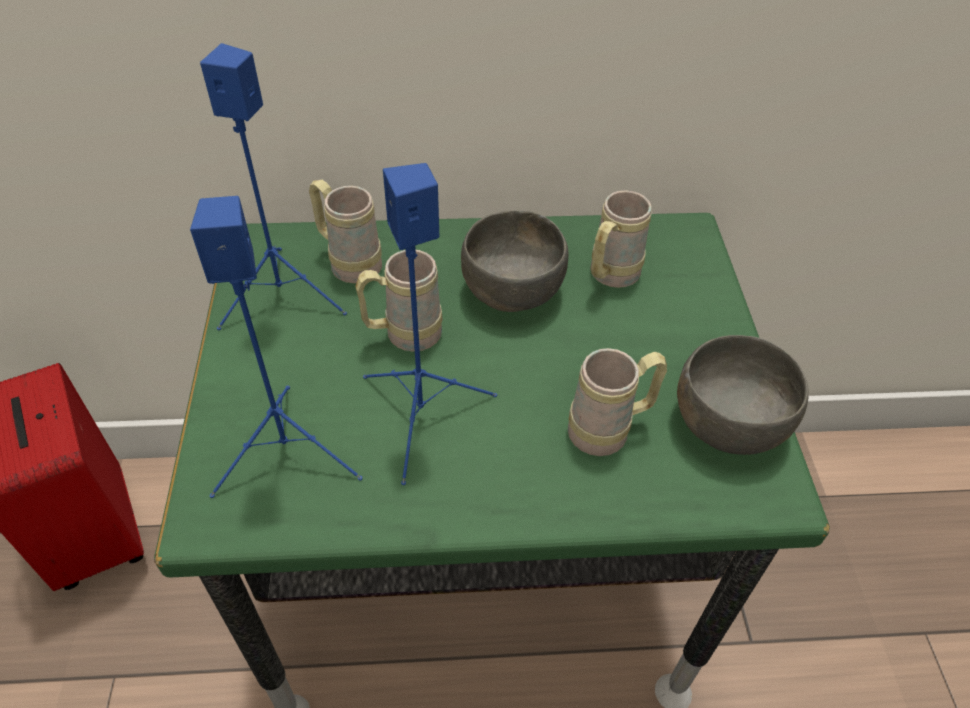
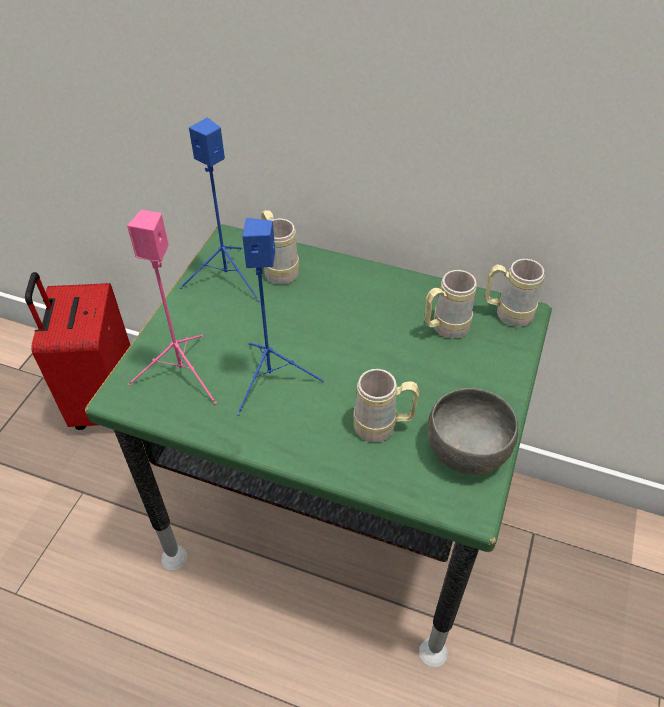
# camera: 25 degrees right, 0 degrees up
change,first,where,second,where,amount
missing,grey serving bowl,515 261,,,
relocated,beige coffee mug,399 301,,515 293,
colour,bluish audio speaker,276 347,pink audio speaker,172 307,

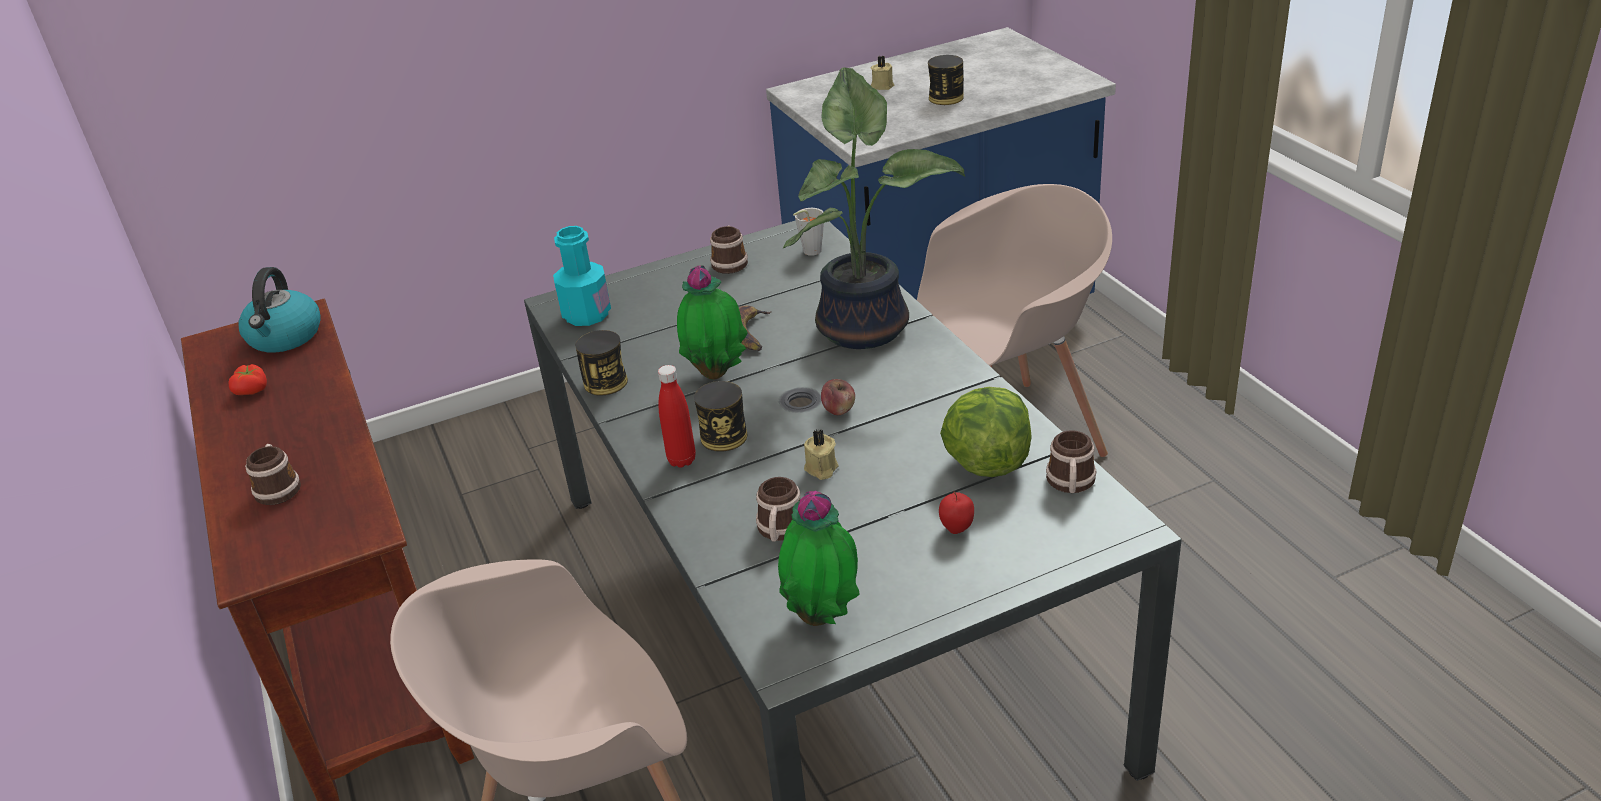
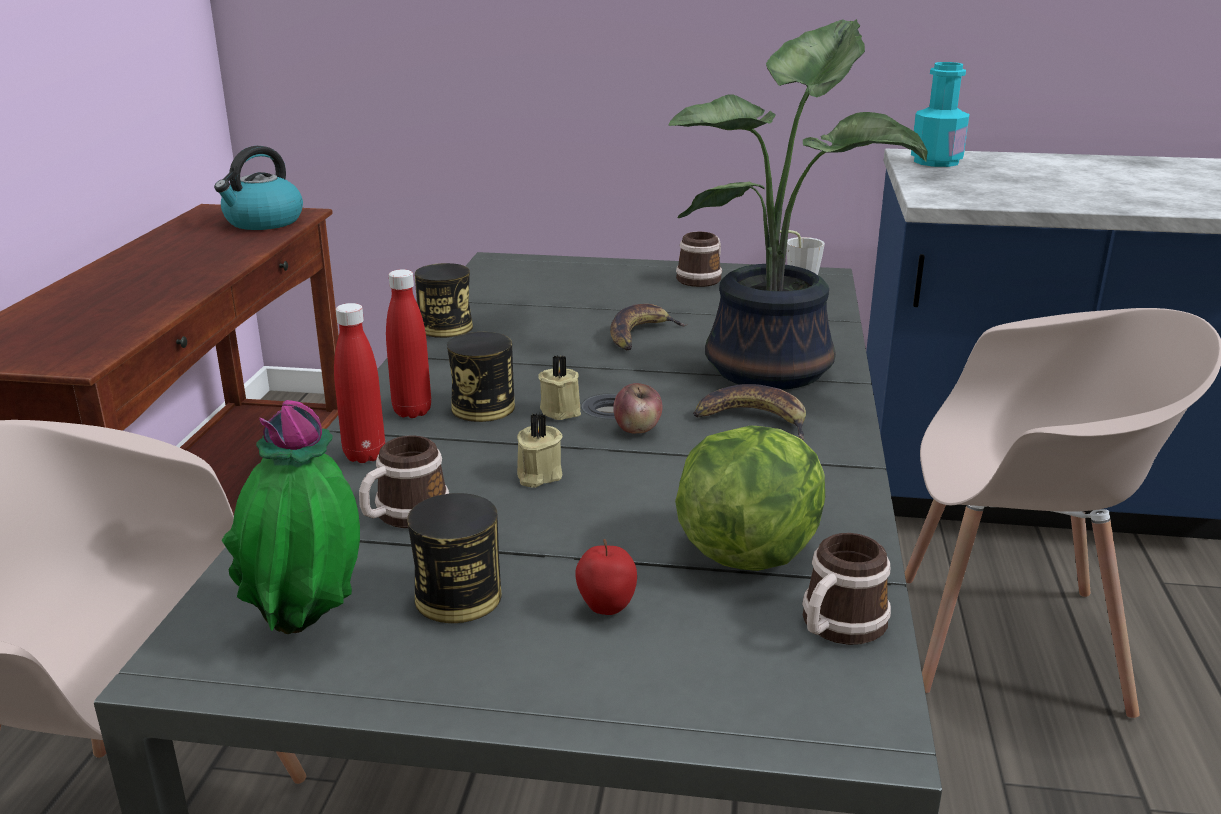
# camera: 30 degrees right, 10 degrees down
change,first,where,second,where,amount
missing,whole tomato,247 379,,,
missing,coffee mug,273 474,,,
missing,potted plant,712 322,,,
appeared,,,red-coloured bottle,359 383,
appeared,,,banana,749 412,
relocated,turquoise-coloured bottle,582 276,,940 114,
relocated,beige wax candle,882 73,,559 387,
relocated,sealed can,946 80,,454 558,

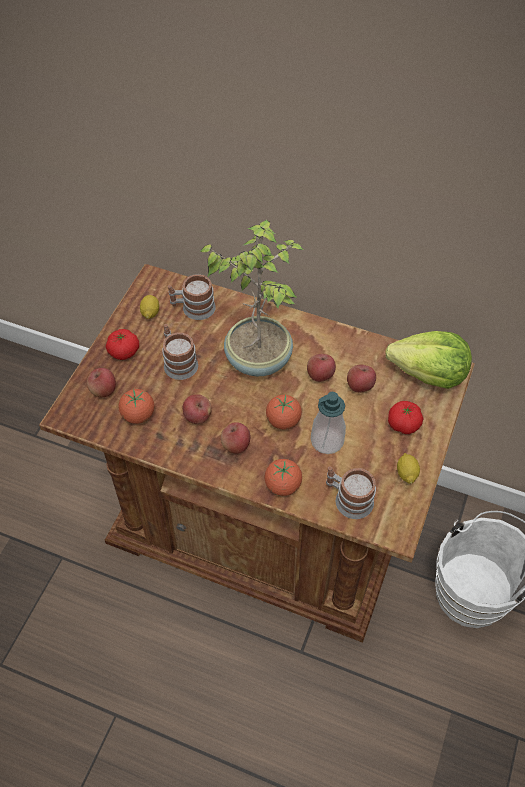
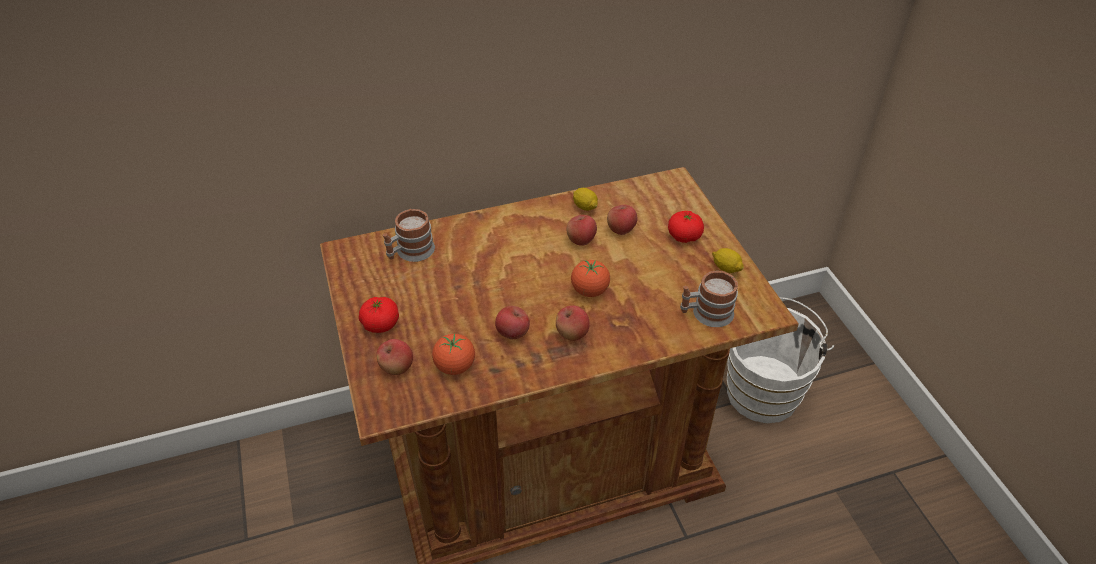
# camera: 40 degrees left, 10 degrees down
change,first,where,second,where,amount
missing,coffee mug,180 352,,,
missing,potted plant,252 297,,,
missing,whole tomato,283 477,,,
missing,soap dispenser,328 423,,,
missing,lettuce,428 360,,,
relocated,citrus fruit,149 307,,585 199,

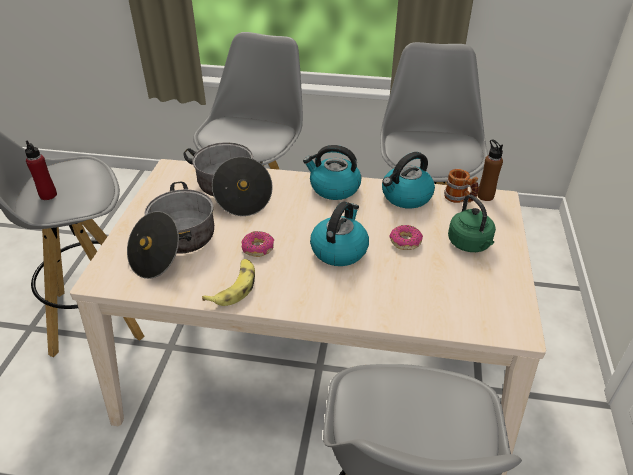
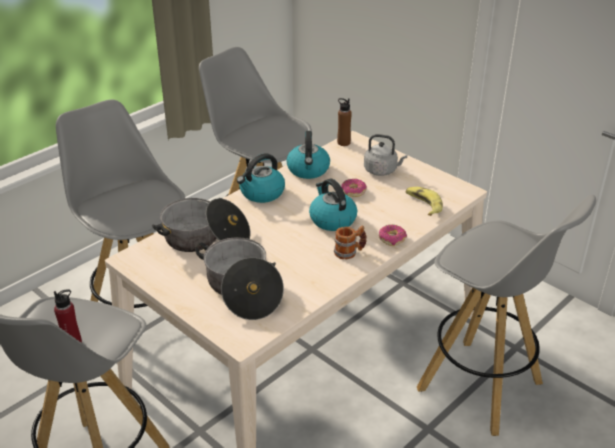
# camera: 55 degrees left, 5 degrees down
change,first,where,second,where,amount
relocated,banana,228 282,,424 201,
relocated,doughnut,257 244,,393 235,
relocated,coffee mug,461 186,,350 243,
colour,green water kettle,472 223,grey water kettle,385 155,

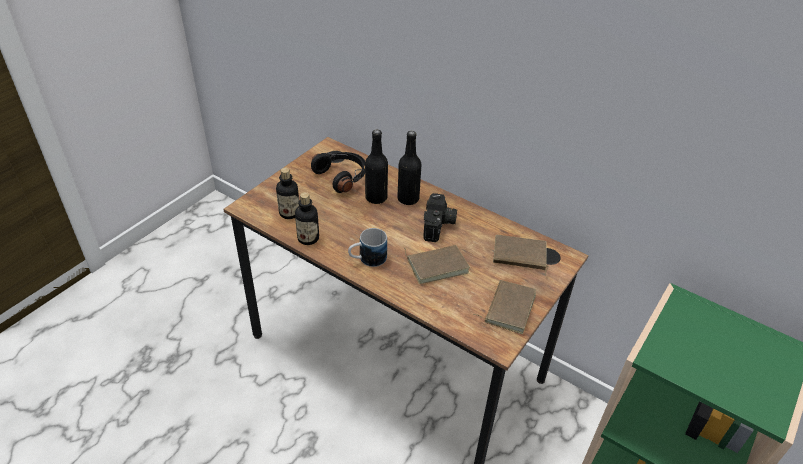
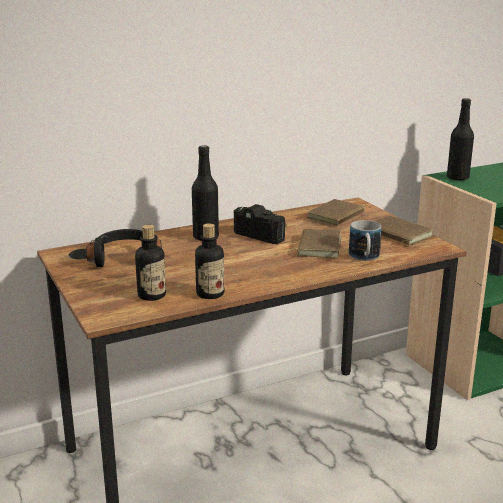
# camera: 60 degrees left, 20 degrees down
change,first,where,second,where,amount
relocated,coffee mug,367 247,,365 240,
relocated,black bottle,376 167,,460 139,

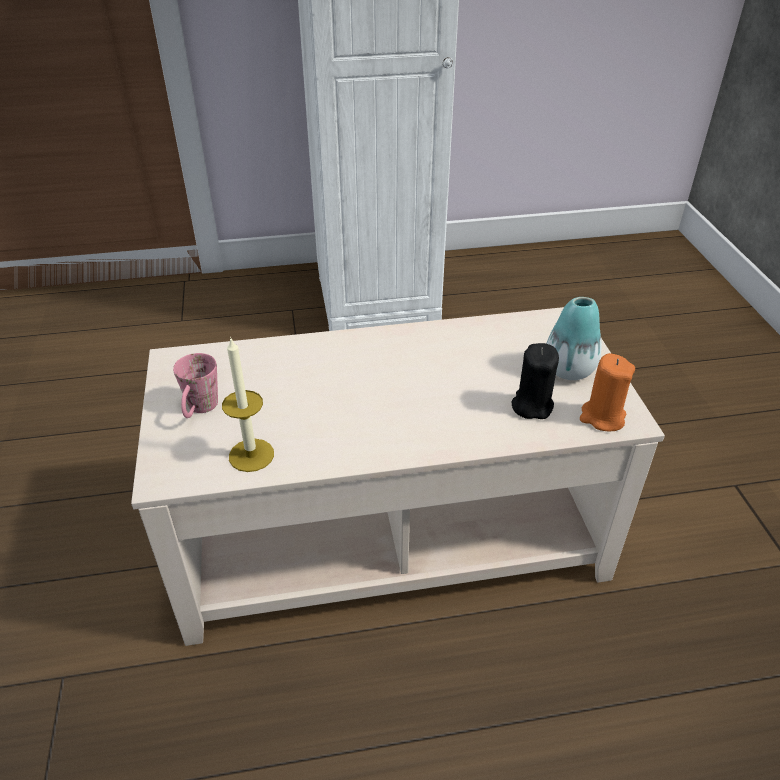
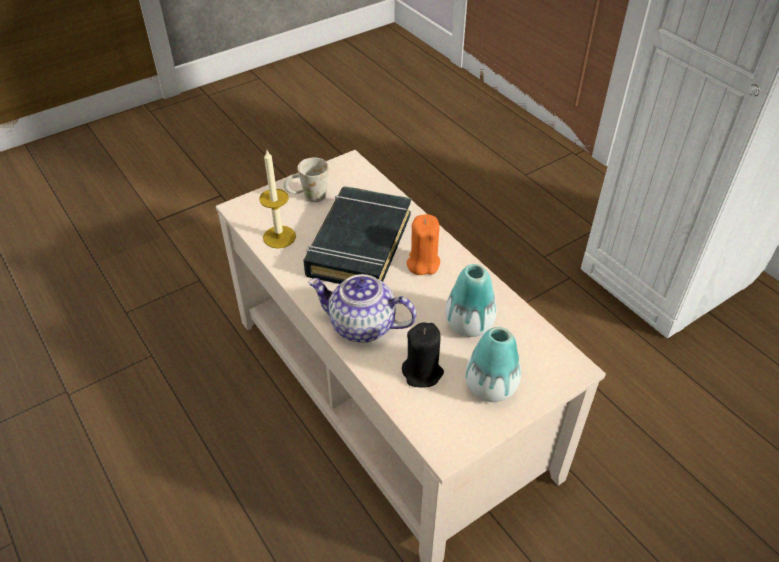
# camera: 65 degrees right, 5 degrees up
change,first,where,second,where,amount
appeared,,,black book,357 235,
appeared,,,tea pot,362 308,
appeared,,,vase,471 300,
relocated,orangey wax candle,607 392,,423 244,
colour,pink coffee mug,195 385,white coffee mug,306 179,

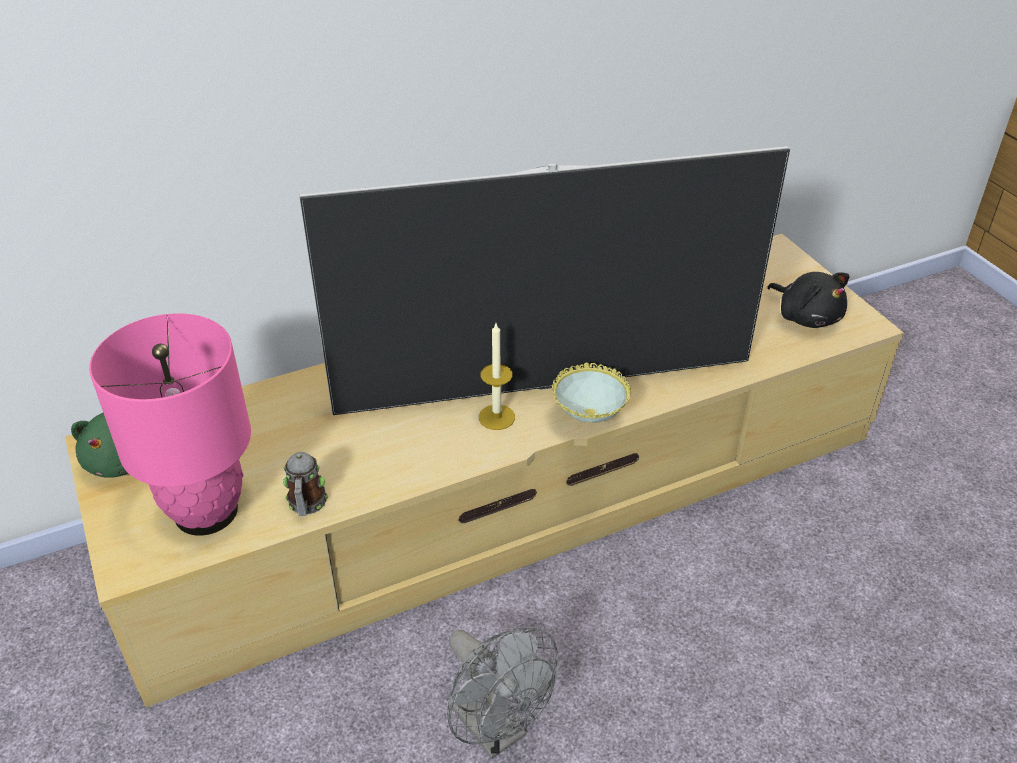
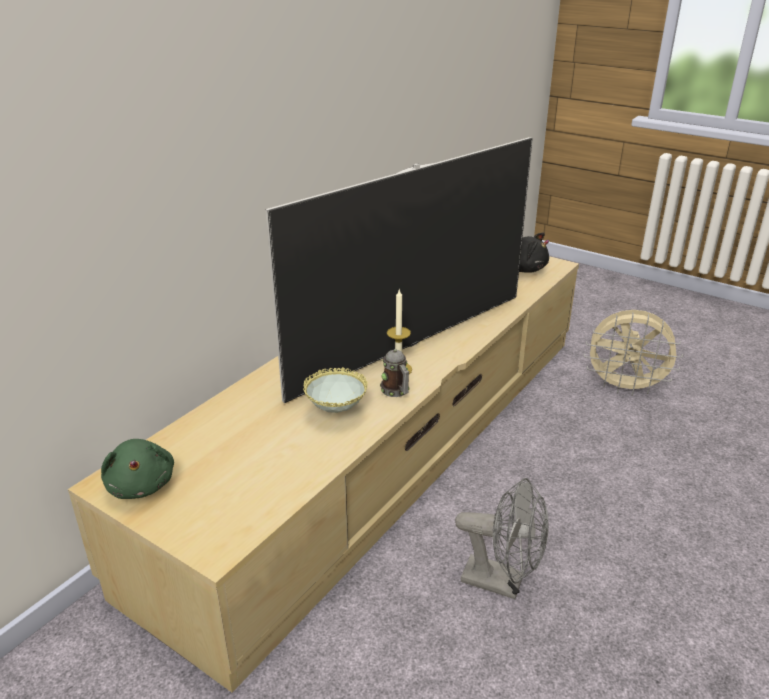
# camera: 30 degrees left, 10 degrees down
change,first,where,second,where,amount
missing,pink lamp for a table,170 424,,,
appeared,,,beige cooling fan,633 353,
relocated,coffee mug,305 484,,395 373,
relocated,serving bowl,591 392,,335 390,

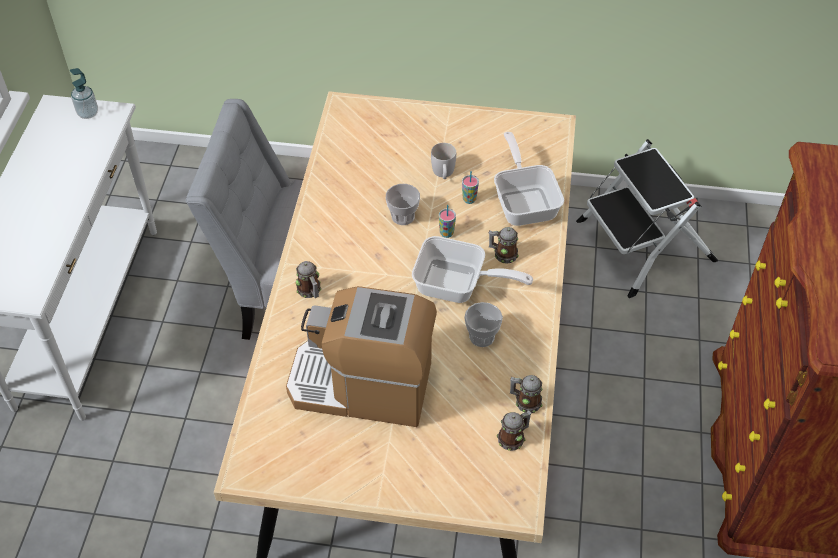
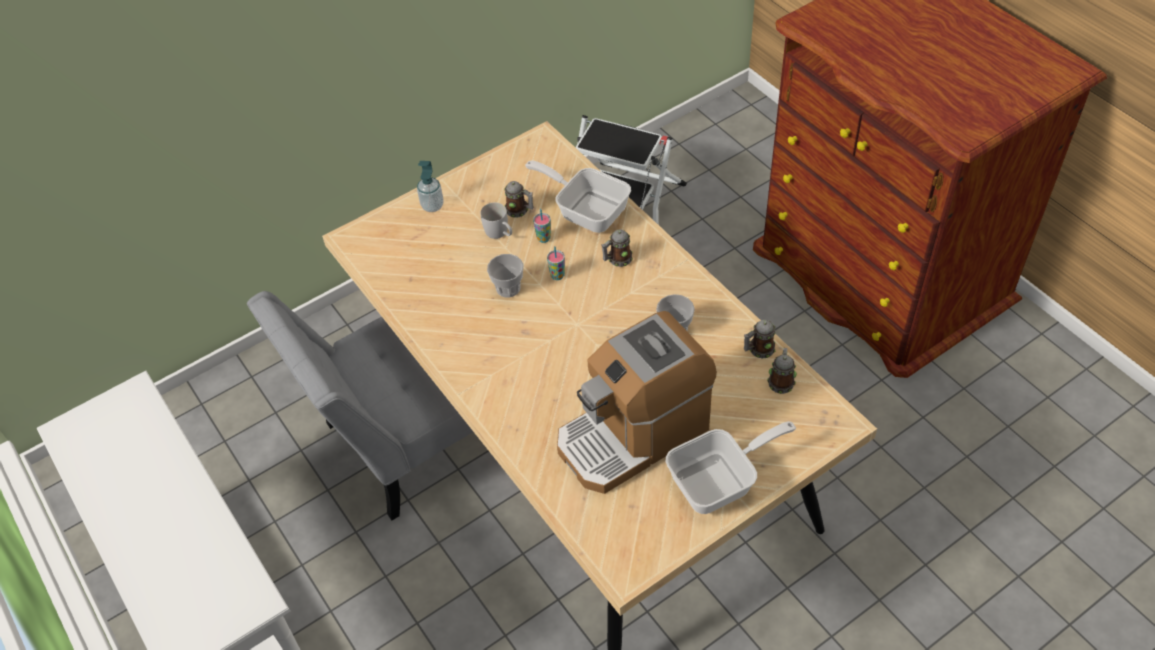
# camera: 40 degrees left, 0 degrees up
change,first,where,second,where,amount
relocated,soap dispenser,84 93,,430 186,
relocated,coffee mug,308 279,,518 199,
relocated,pan,472 269,,731 467,

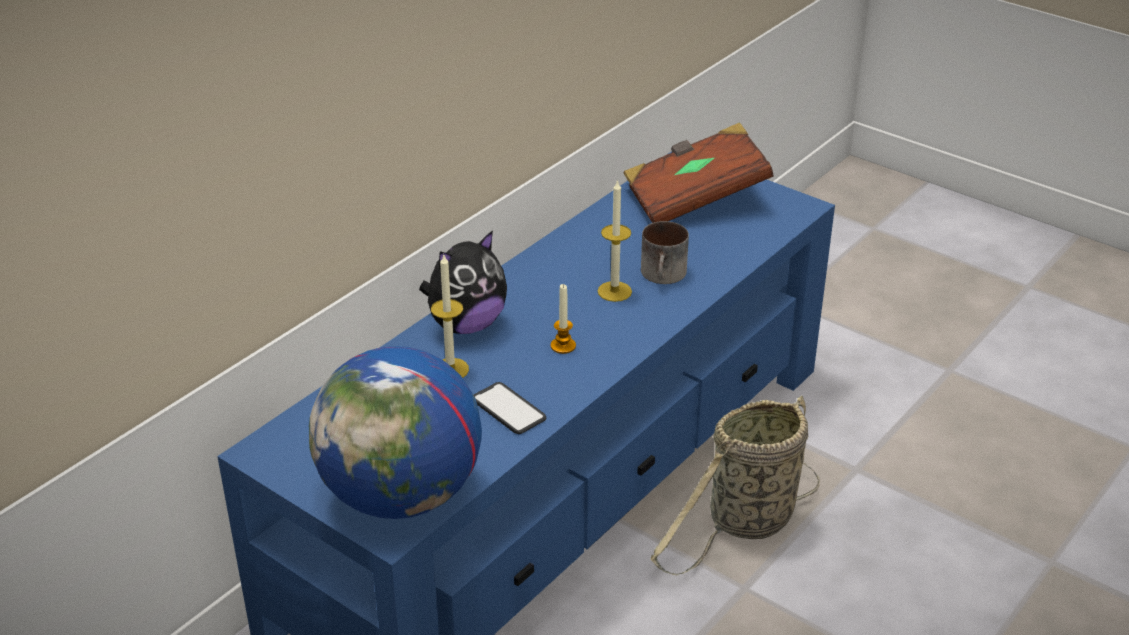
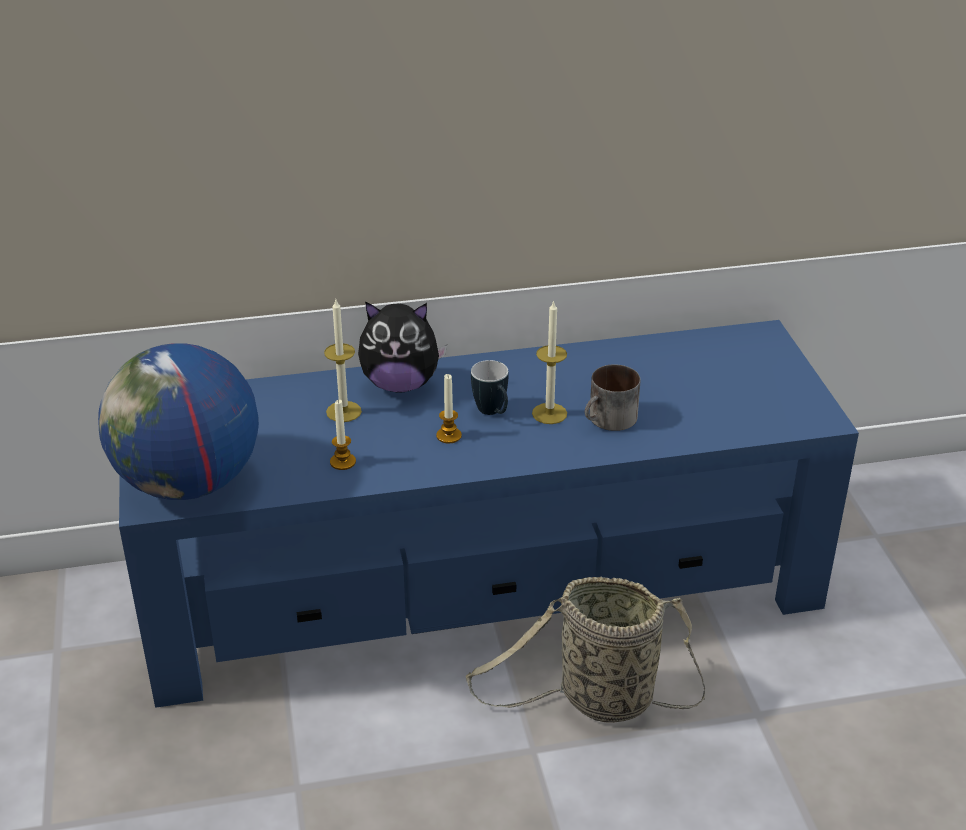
# camera: 40 degrees right, 0 degrees up
change,first,where,second,where,amount
missing,brown book,699 172,,,
appeared,,,coffee mug,489 387,
exchanged,phone,510 408,wax candle,343 435,

